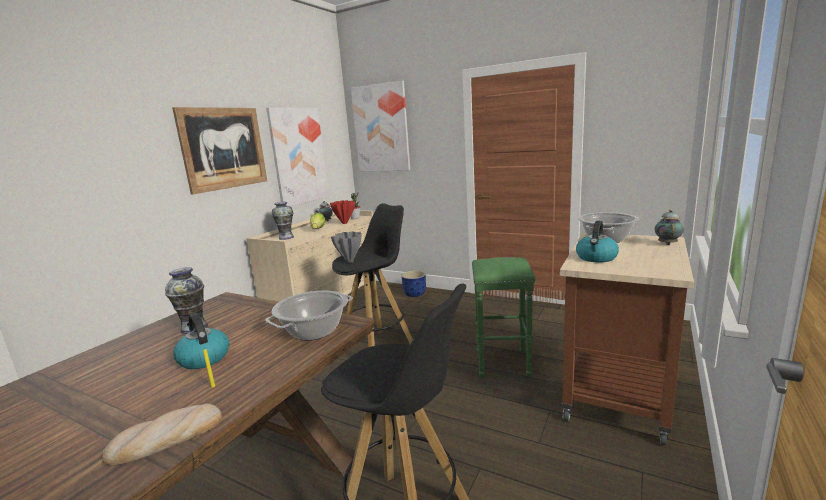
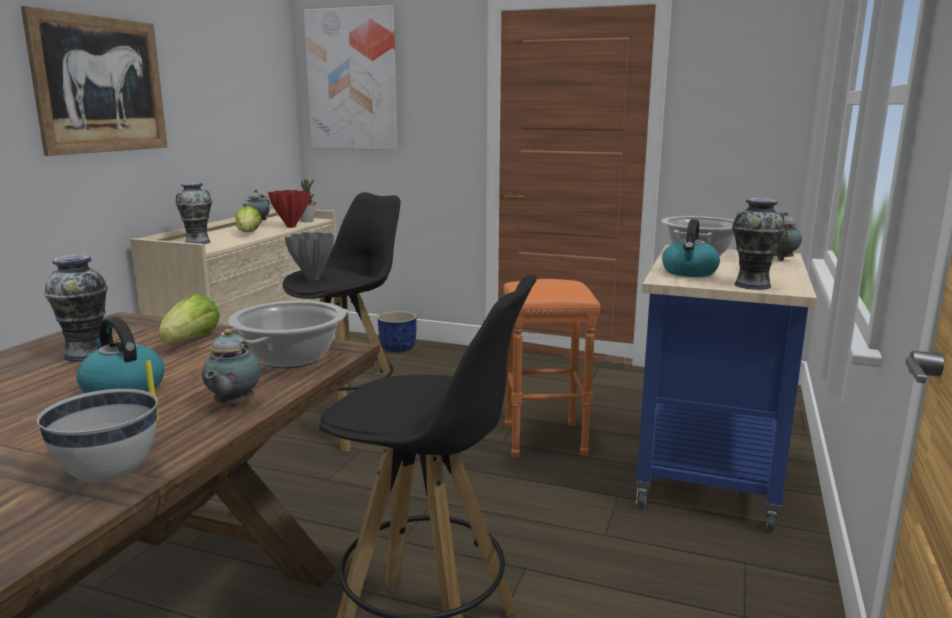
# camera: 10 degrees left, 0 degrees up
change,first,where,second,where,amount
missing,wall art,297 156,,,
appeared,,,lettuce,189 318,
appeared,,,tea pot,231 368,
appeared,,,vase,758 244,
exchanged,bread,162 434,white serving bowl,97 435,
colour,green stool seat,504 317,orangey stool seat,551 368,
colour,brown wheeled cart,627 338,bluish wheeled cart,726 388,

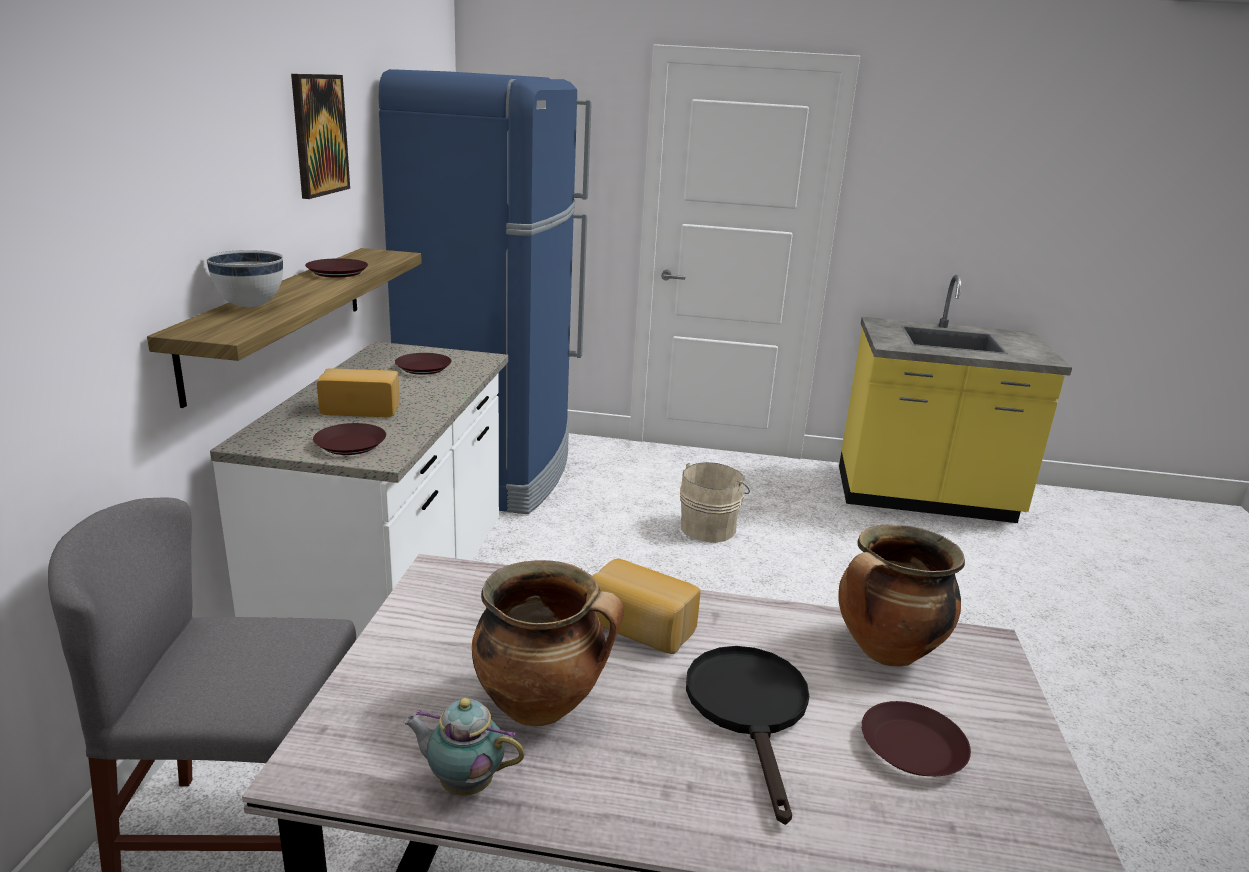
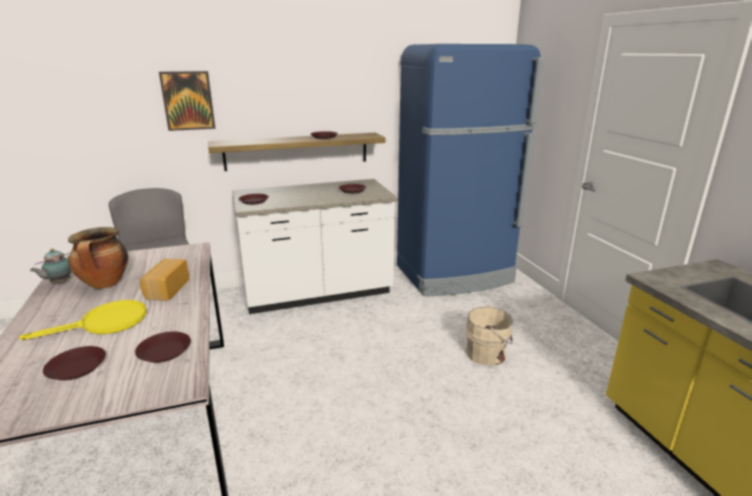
# camera: 65 degrees right, 0 degrees up
change,first,where,second,where,amount
missing,white serving bowl,244 278,,,
missing,bread,358 392,,,
relocated,wall art,320 136,,187 101,
exchanged,stockpot,901 595,brown dinner plate,163 347,
colour,black pan,747 735,yellow-coloured pan,83 320,
spun,tea pot,464 747,,51 266,135 degrees counterclockwise

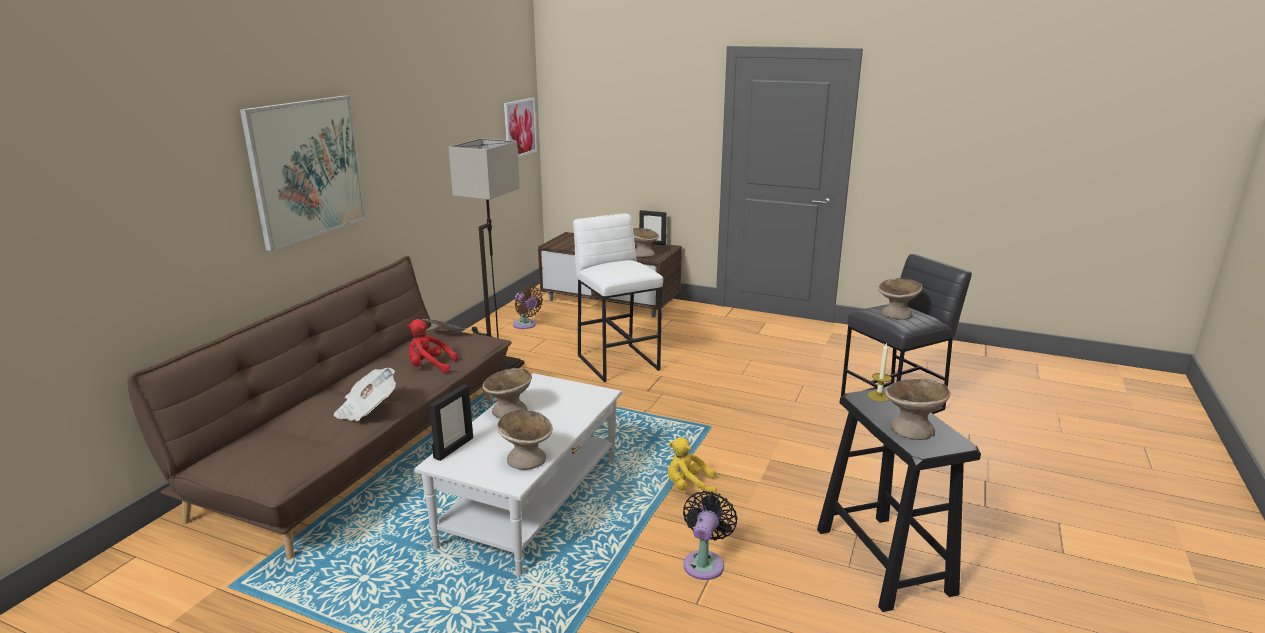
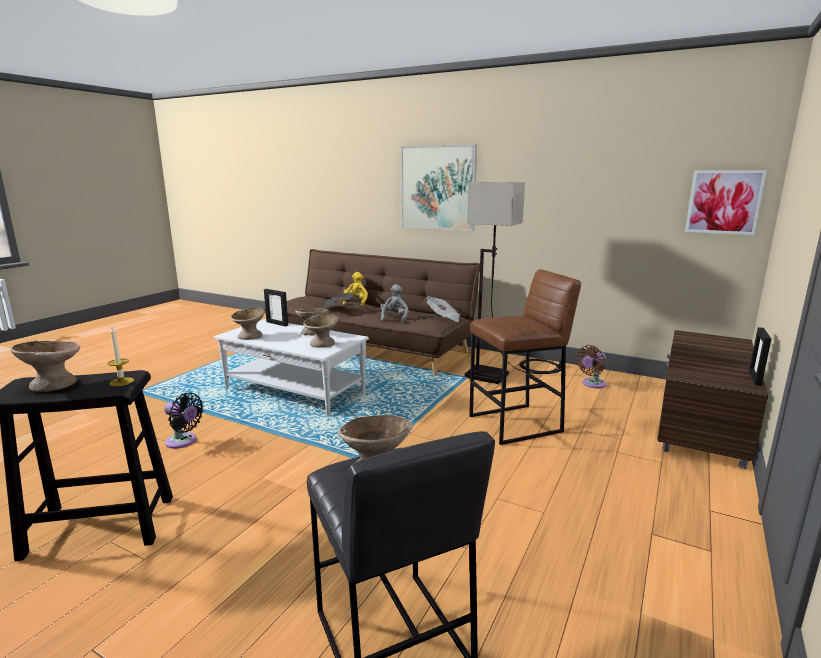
# camera: 95 degrees right, 5 degrees down
change,first,where,second,where,amount
relocated,beige serving bowl,646 242,,321 330,
relocated,yellow-coloured soft toy,692 466,,355 289,
colour,red-coloured soft toy,433 346,grey soft toy,395 303,
colour,white stool seat,618 297,brown stool seat,525 357,

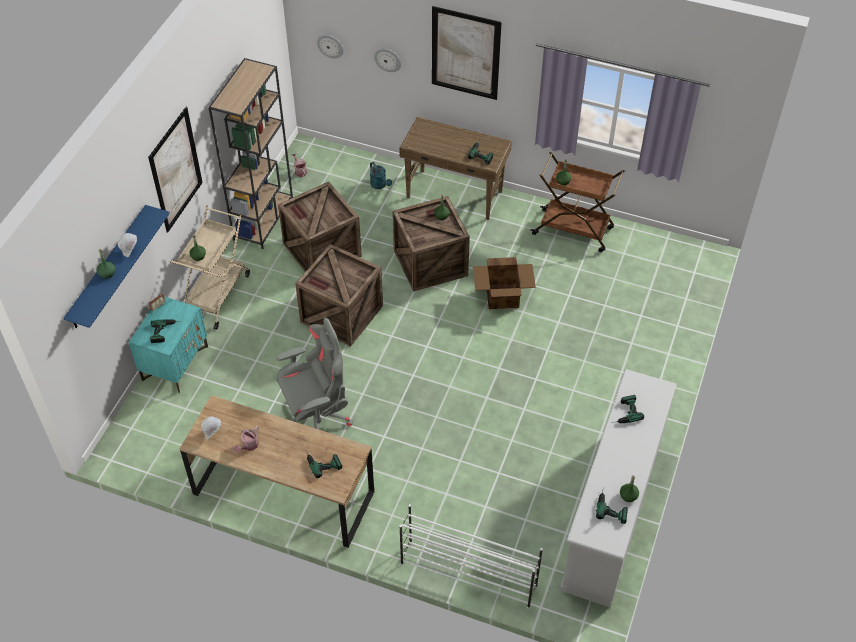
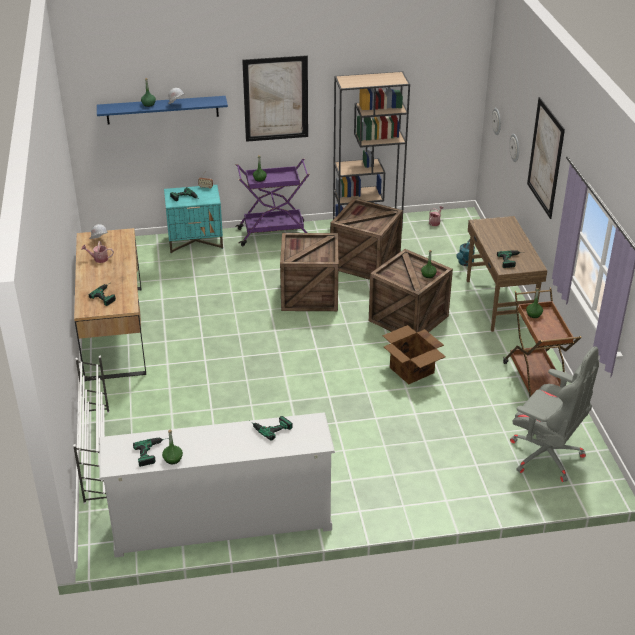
# camera: 60 degrees right, 15 degrees down
change,first,where,second,where,amount
relocated,grey computer chair,315 373,,554 414,
colour,beige wheeled cart,210 267,purple-coloured wheeled cart,272 202,

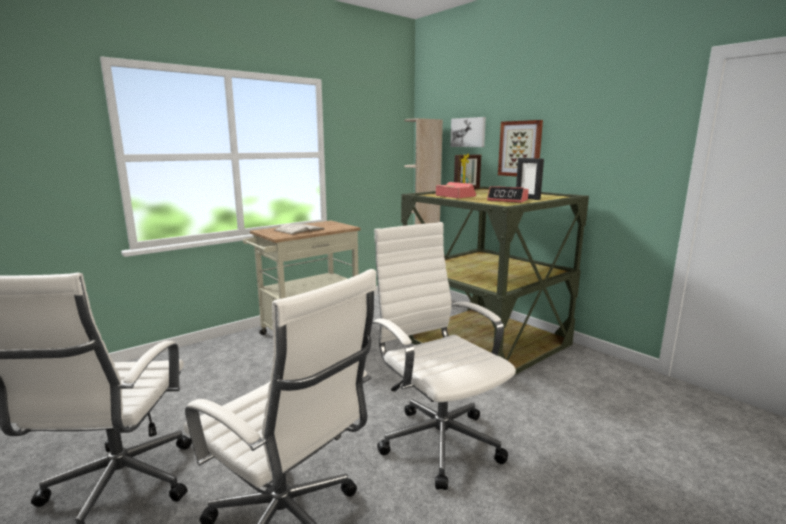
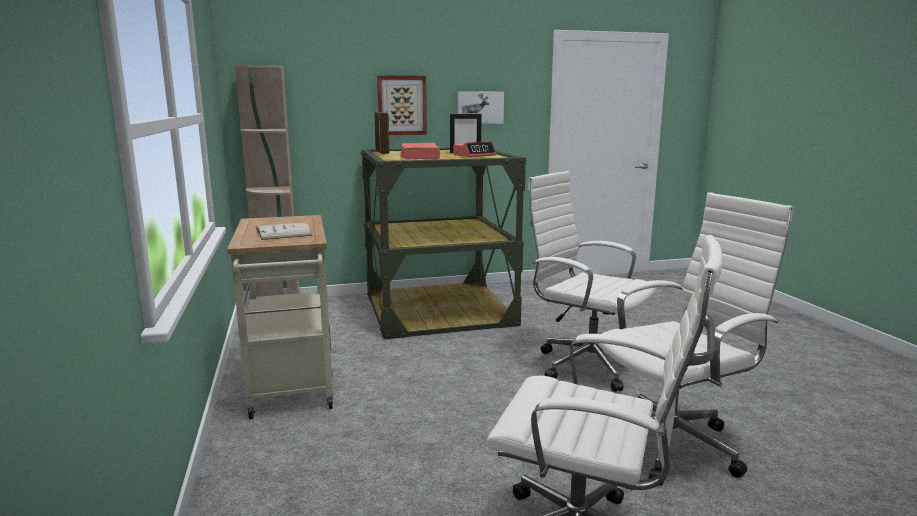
# camera: 65 degrees left, 0 degrees up
change,first,where,second,where,amount
relocated,wall art,468 132,,481 107,
spun,white computer chair,444 356,,592 281,45 degrees clockwise

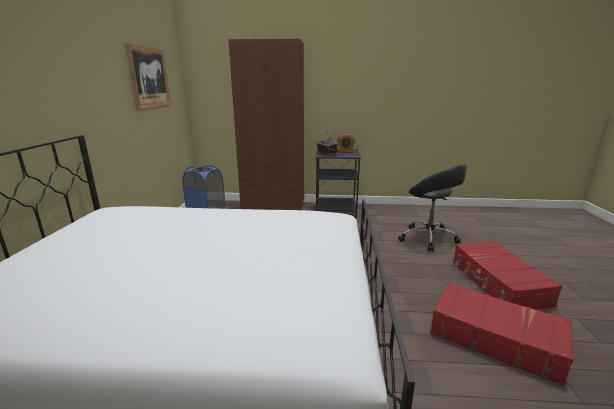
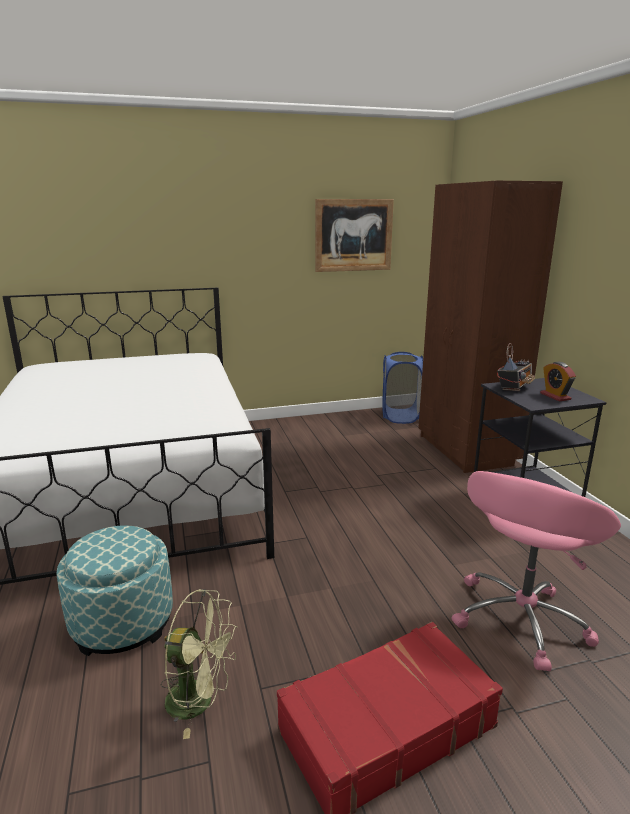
# camera: 70 degrees right, 0 degrees up
change,first,where,second,where,amount
appeared,,,ottoman,114 590,
exchanged,red-coloured suitcase,501 334,green cooling fan,198 664,
colour,black computer chair,432 207,pink computer chair,536 571,

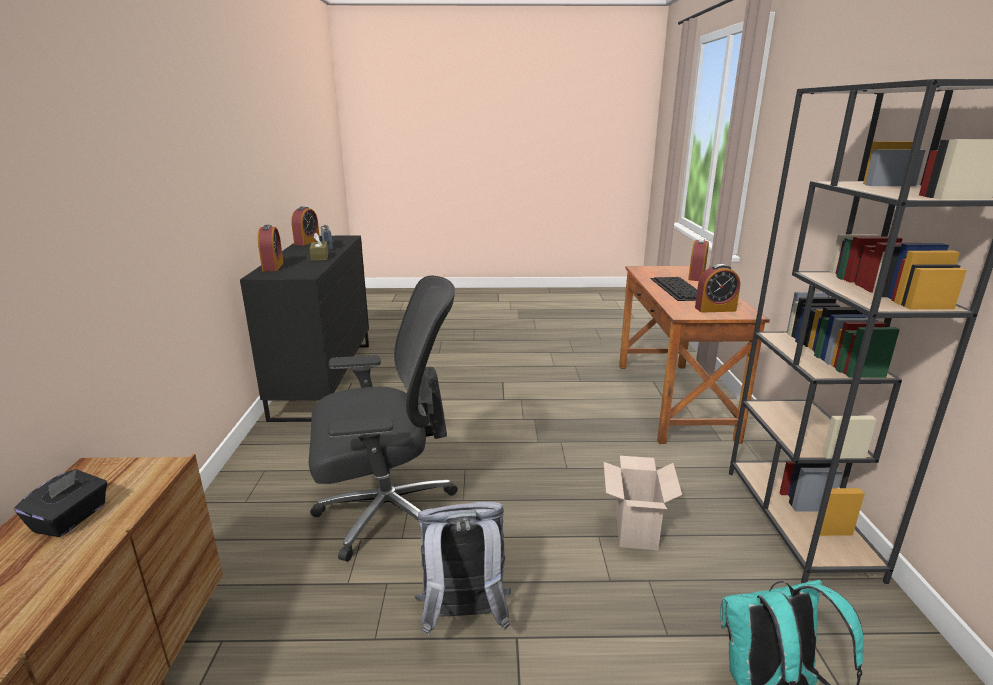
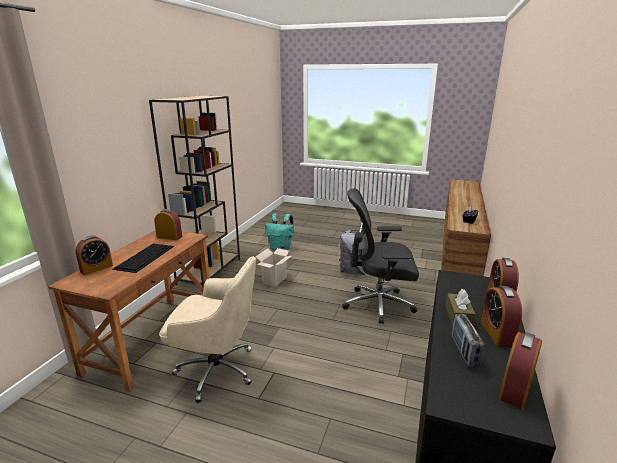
# camera: 160 degrees left, 0 degrees up
change,first,where,second,where,amount
appeared,,,beige computer chair,207 329,
appeared,,,alarm clock,501 316,

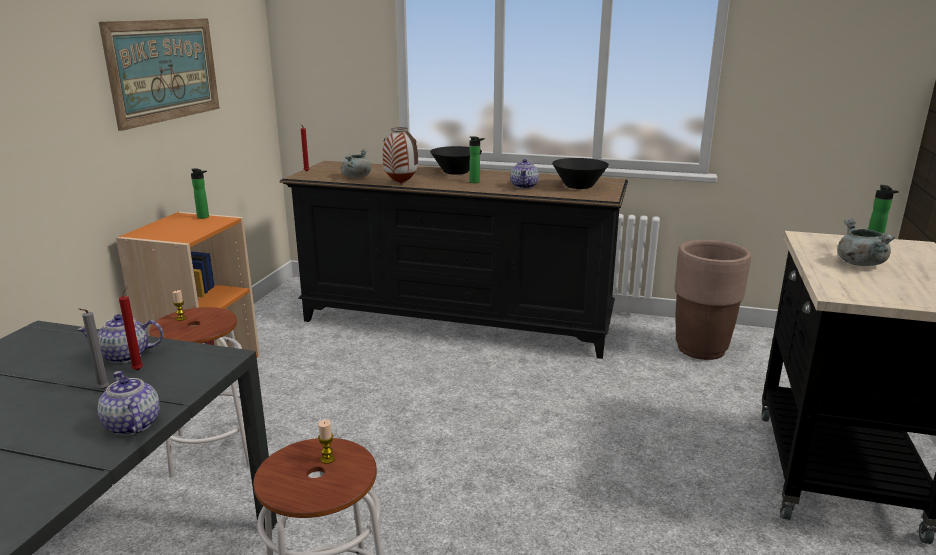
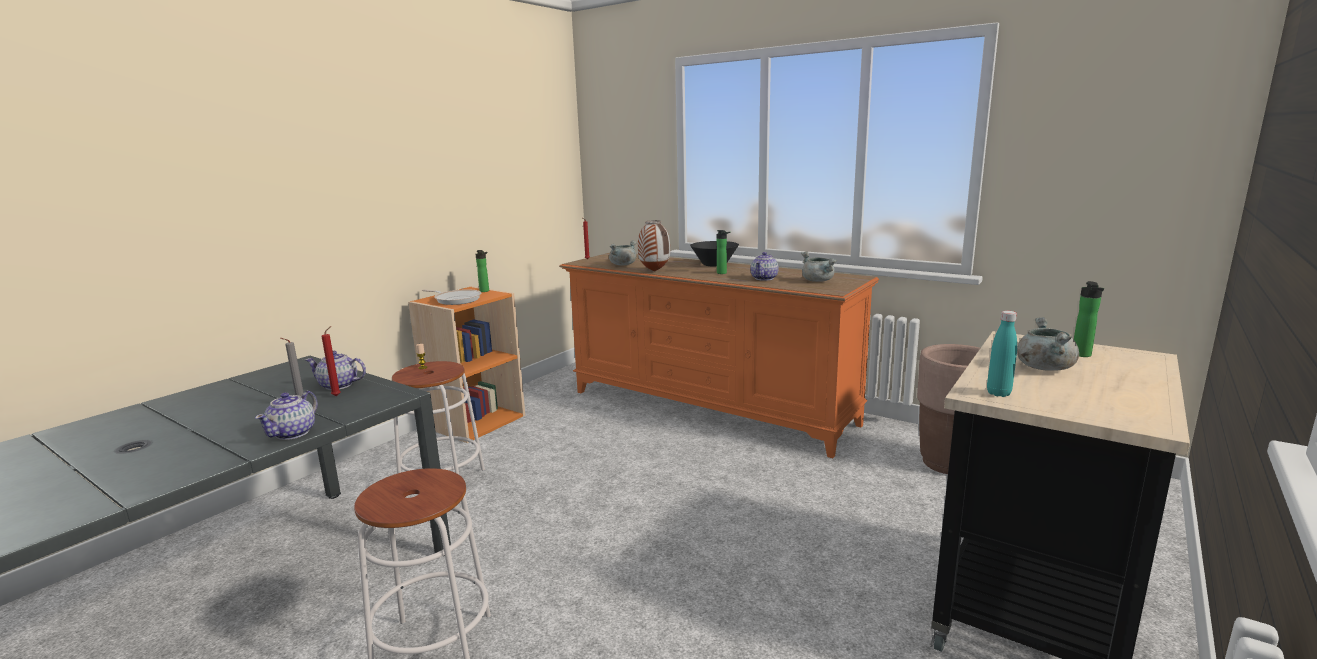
# camera: 20 degrees right, 5 degrees down
change,first,where,second,where,amount
missing,wall art,159 74,,,
missing,wax candle,326 441,,,
appeared,,,pan,452 297,
appeared,,,turquoise-coloured bottle,1002 354,
exchanged,black serving bowl,580 173,grey stockpot,819 266,
colour,black cupboard,453 260,orangey cupboard,719 355,
spun,tea pot,128 403,,286 415,150 degrees counterclockwise

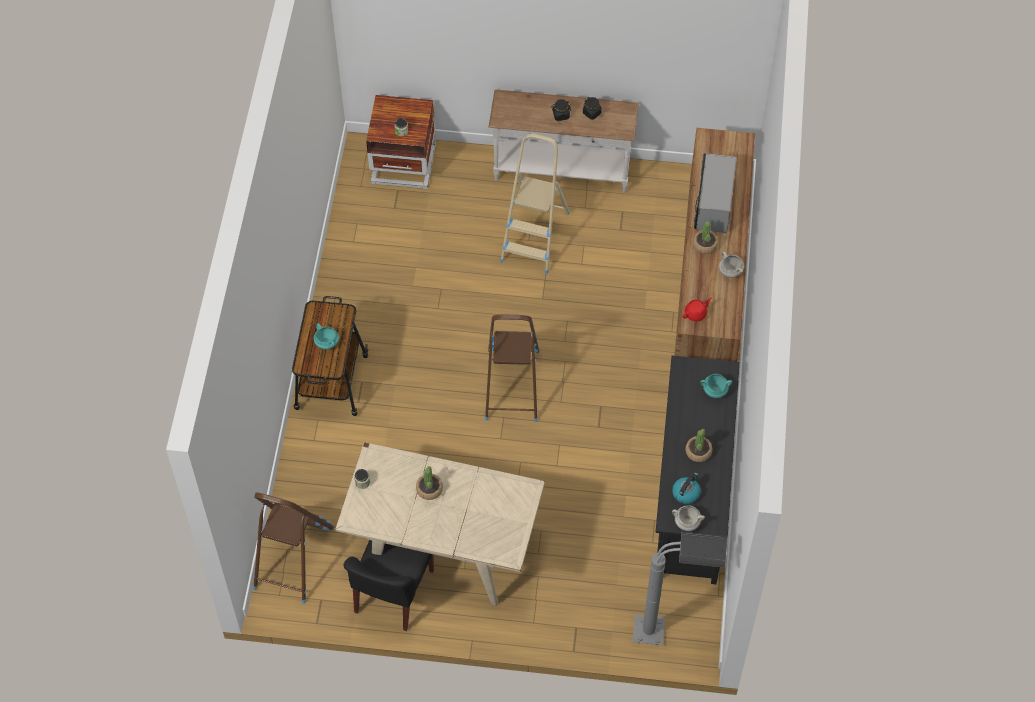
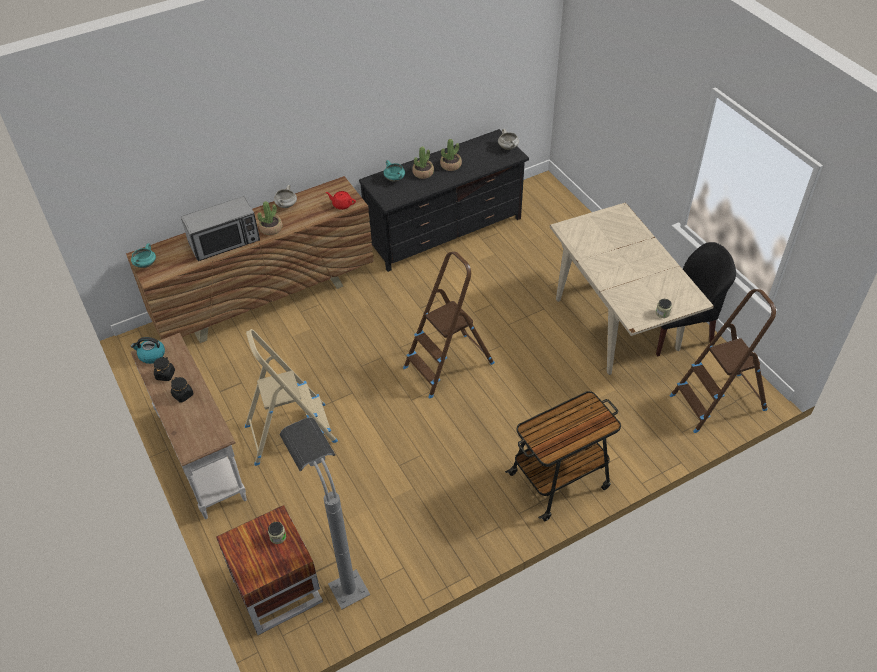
# camera: 125 degrees left, 10 degrees down
change,first,where,second,where,amount
relocated,turquoise-coloured stockpot,326 336,,143 255,
relocated,potted plant,429 483,,423 162,
relocated,grey floor lamp,680 589,,324 513,
relocated,water kettle,686 488,,148 350,

